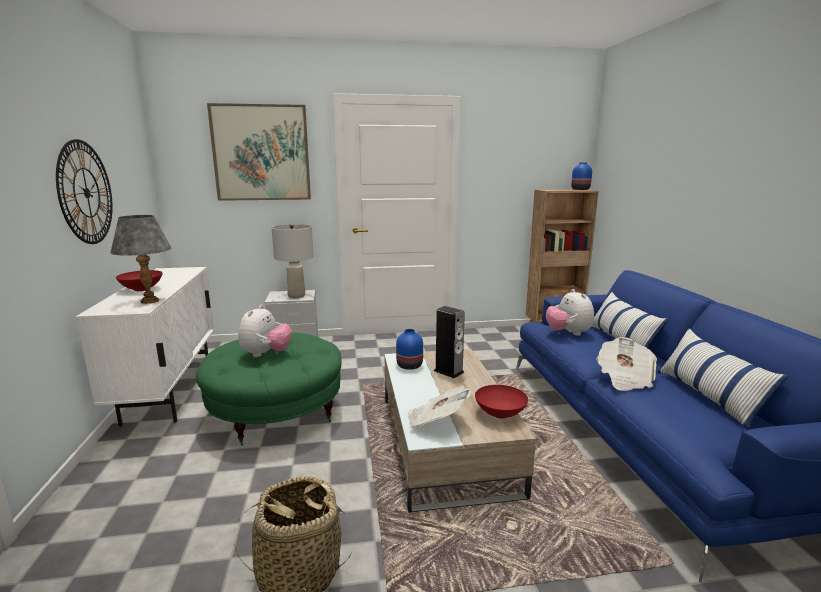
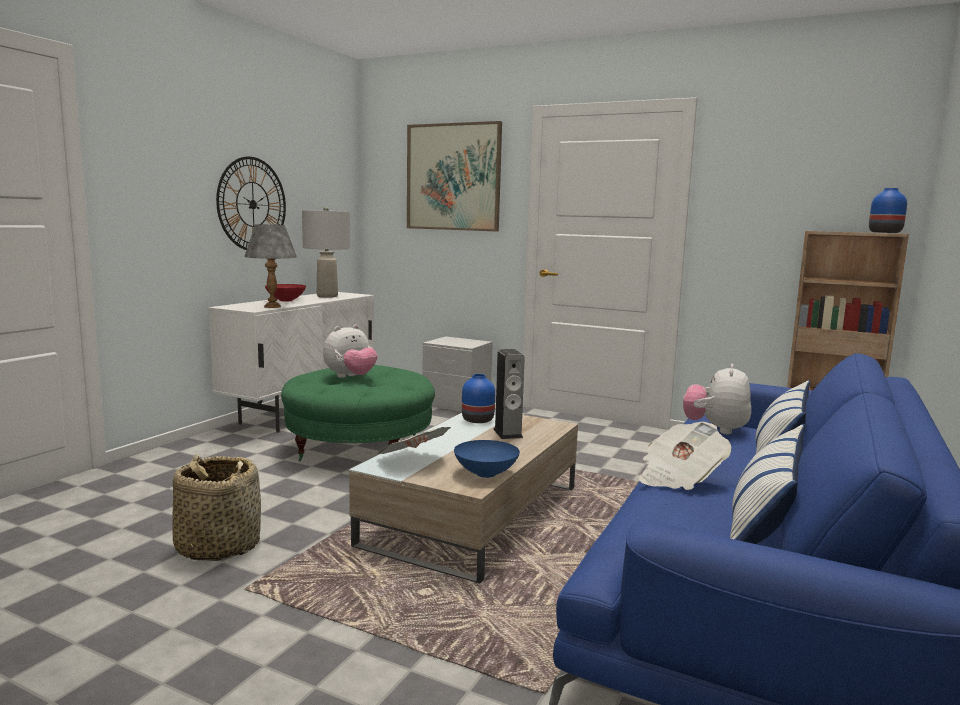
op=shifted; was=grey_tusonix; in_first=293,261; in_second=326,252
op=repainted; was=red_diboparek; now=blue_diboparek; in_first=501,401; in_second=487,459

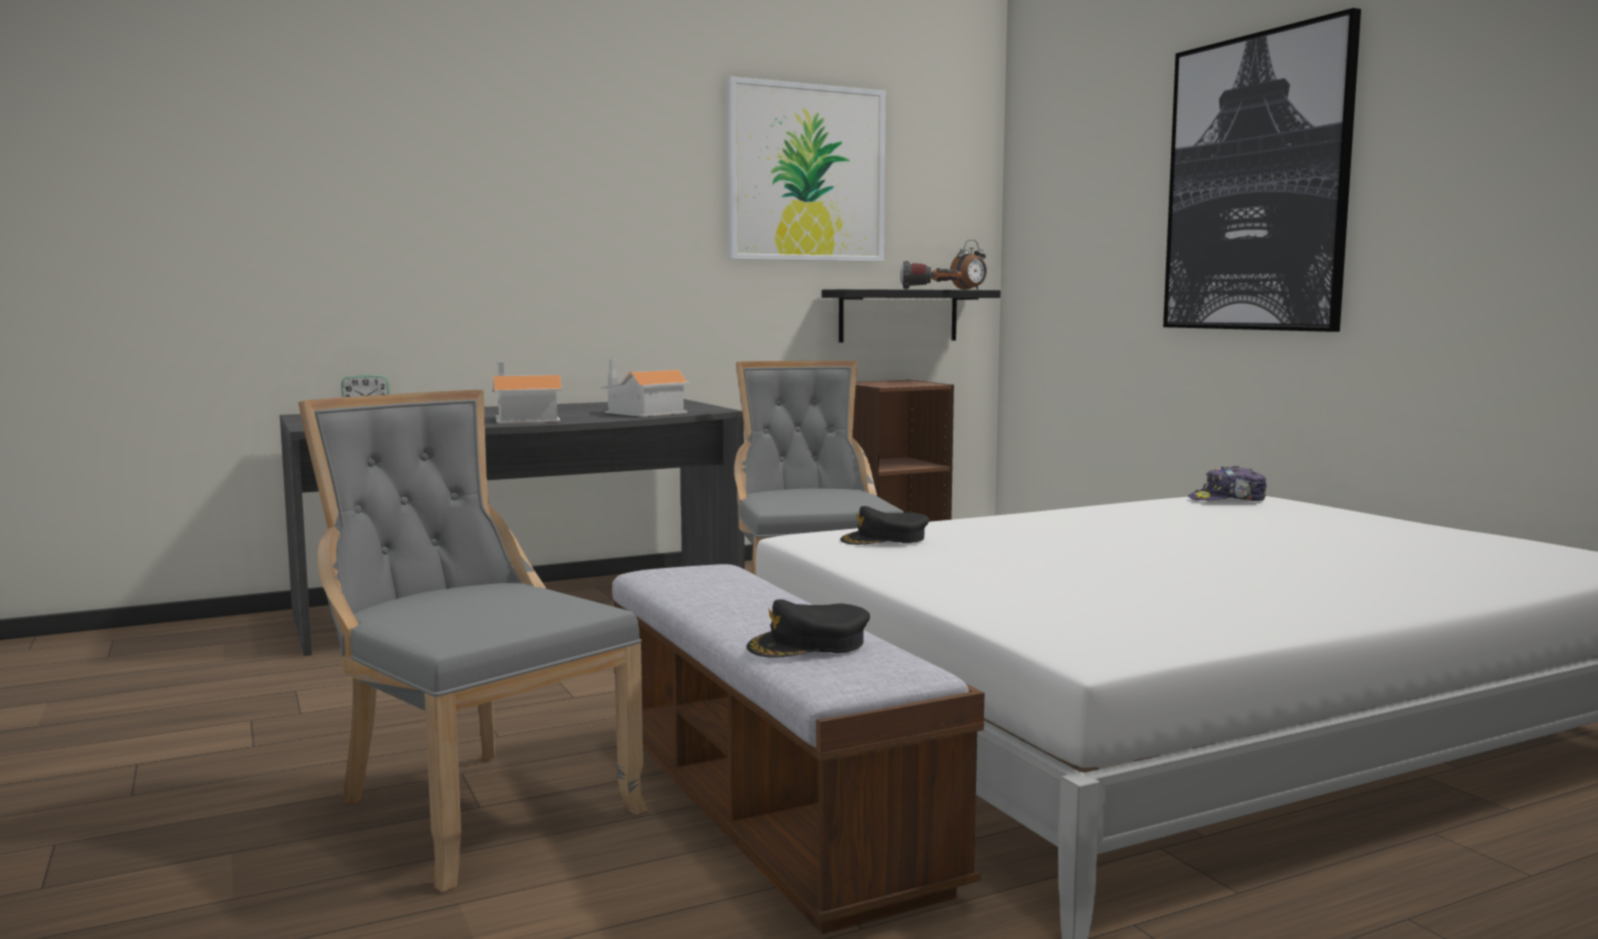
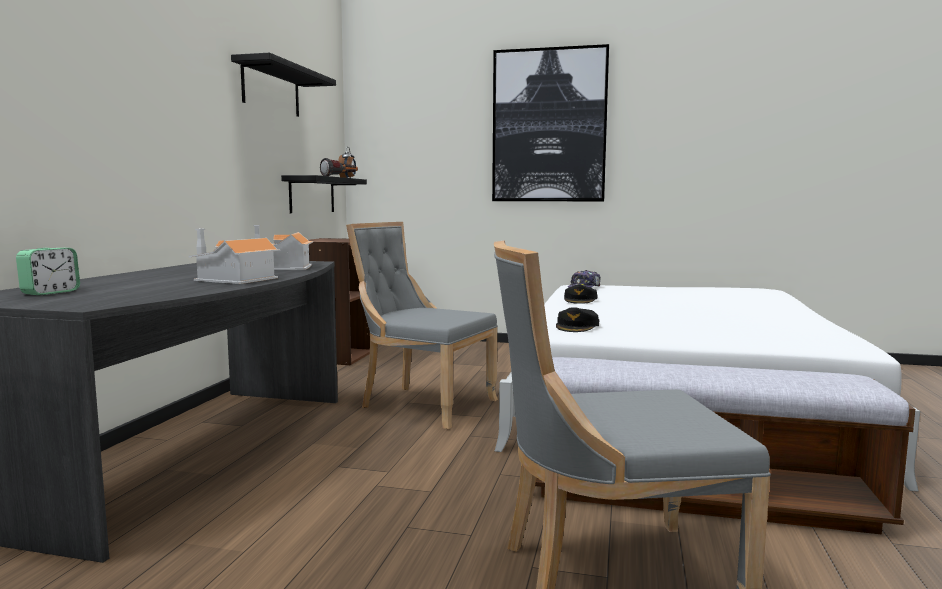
op=shifted; was=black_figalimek; in_first=808,628; in_second=580,294
op=swapped; was=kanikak; now=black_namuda; in_first=806,169; in_second=283,85

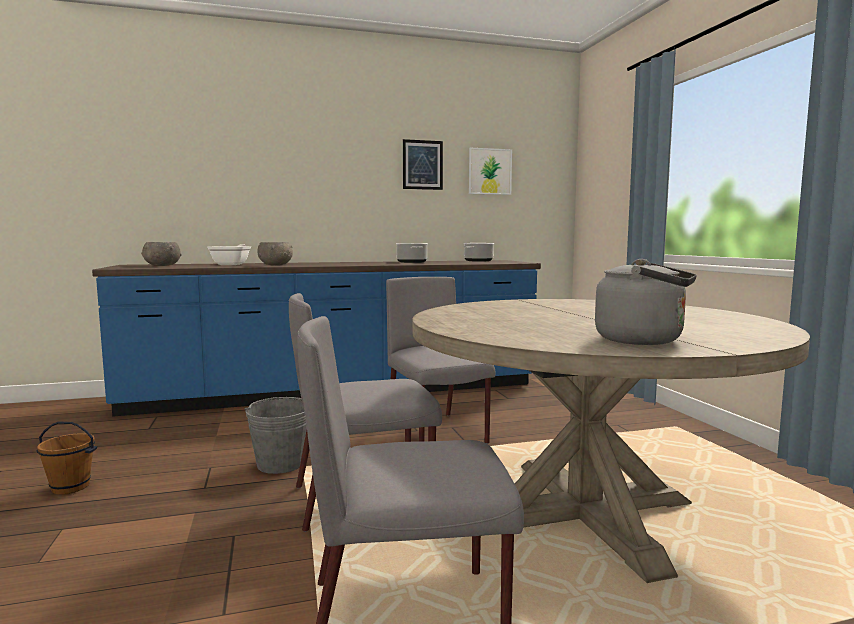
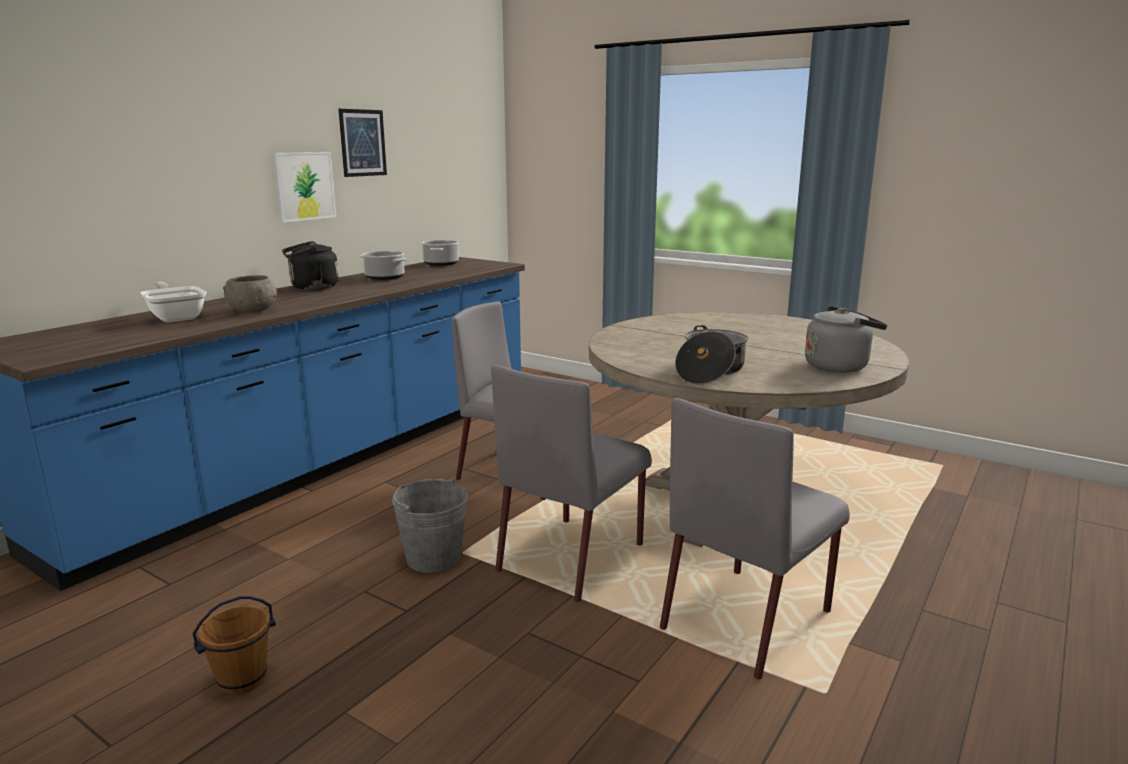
op=gone; was=grey_diboparek; in_first=161,254
op=new; now=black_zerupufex; in_second=310,265
op=new; now=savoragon; in_second=711,355
op=shifted; was=kanikak; in_first=490,171; in_second=304,187

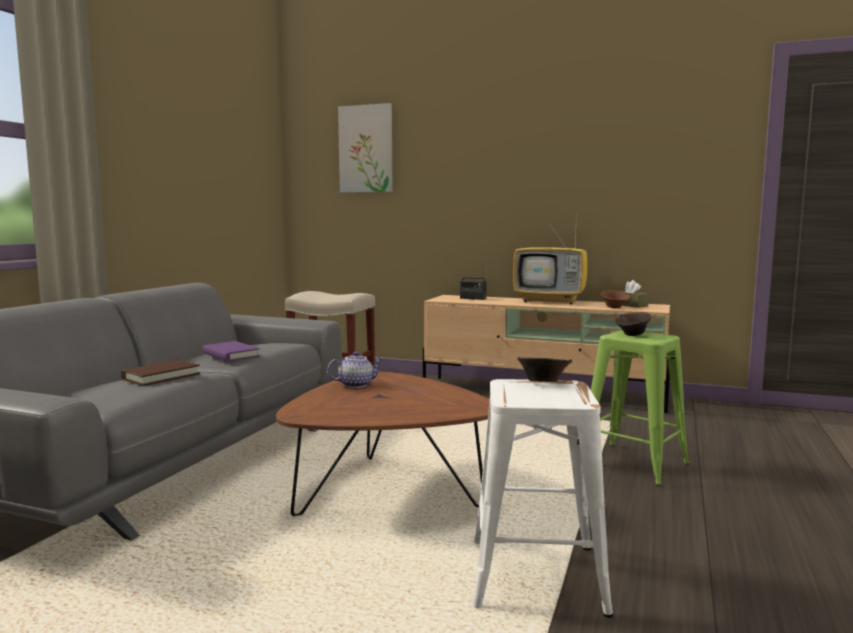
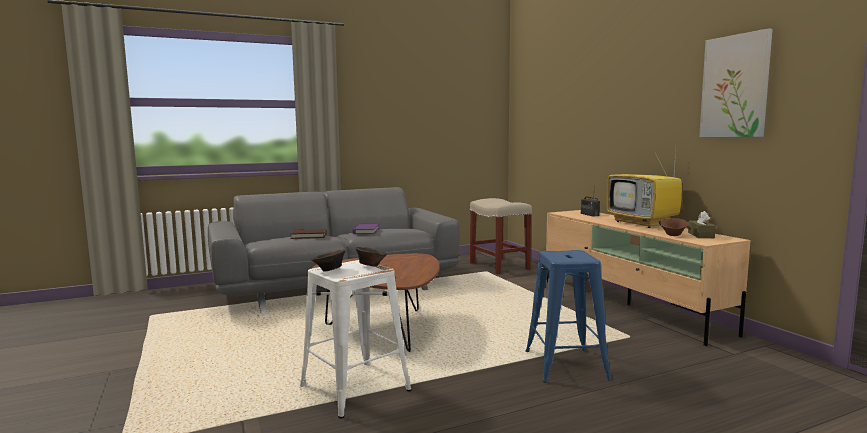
op=gone; was=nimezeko; in_first=355,369
op=shifted; was=kanikak; in_first=365,148; in_second=736,82
op=shifted; was=brown_diboparek; in_first=632,324; in_second=328,261
op=repainted; was=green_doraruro; now=blue_doraruro; in_first=640,408; in_second=568,316

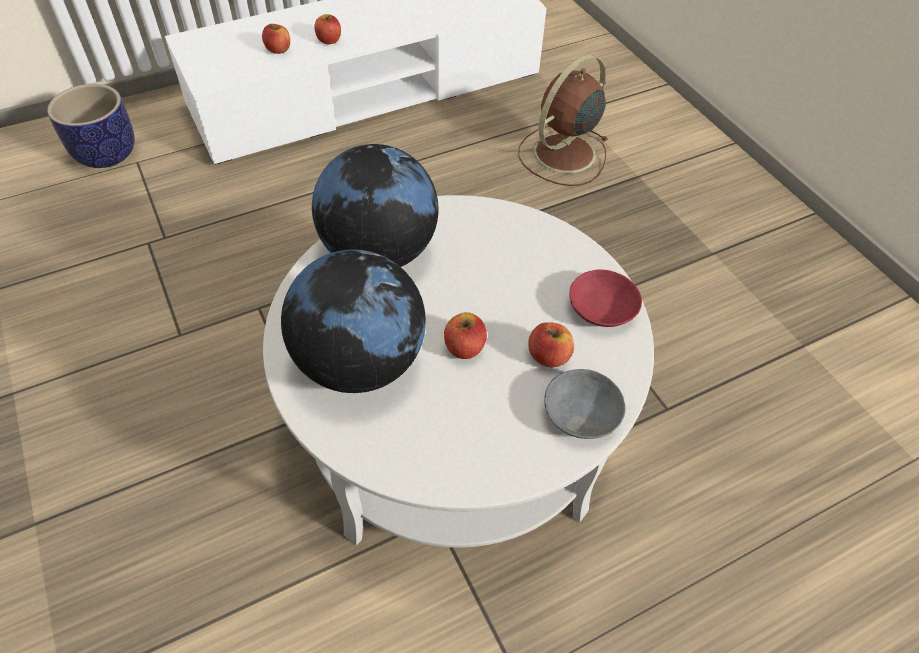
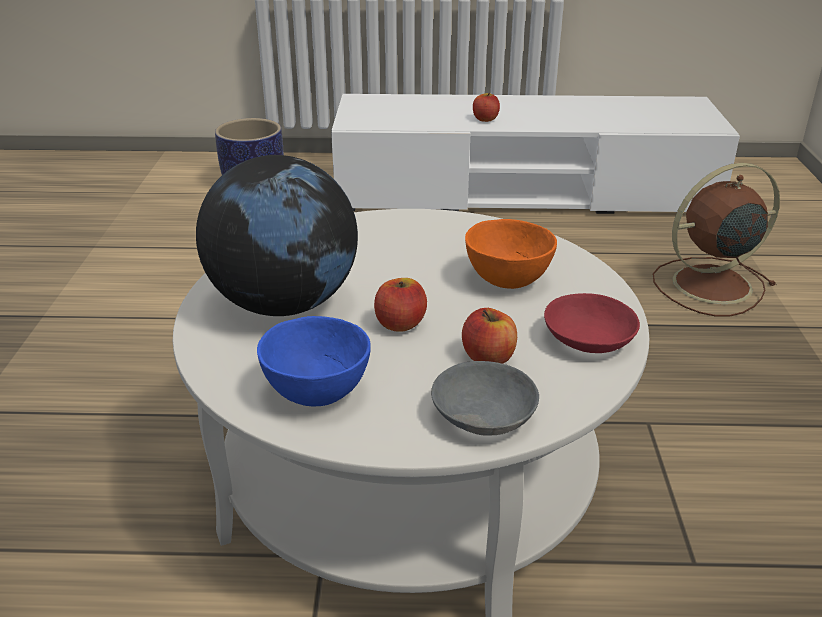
op=gone; was=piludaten; in_first=276,39
op=gone; was=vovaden; in_first=375,205
op=new; now=blue_diboparek; in_second=314,361
op=new; now=orange_diboparek; in_second=511,254

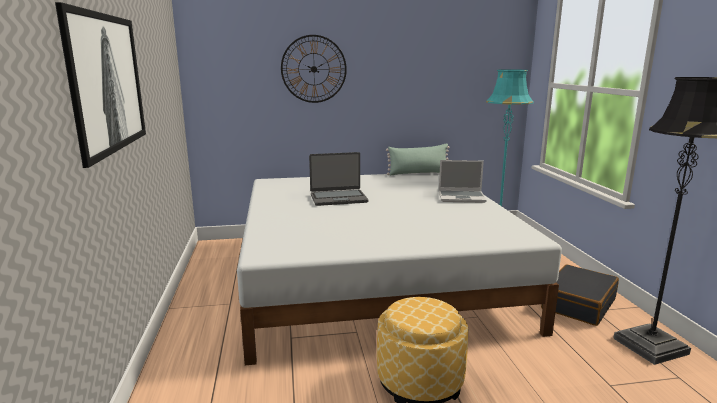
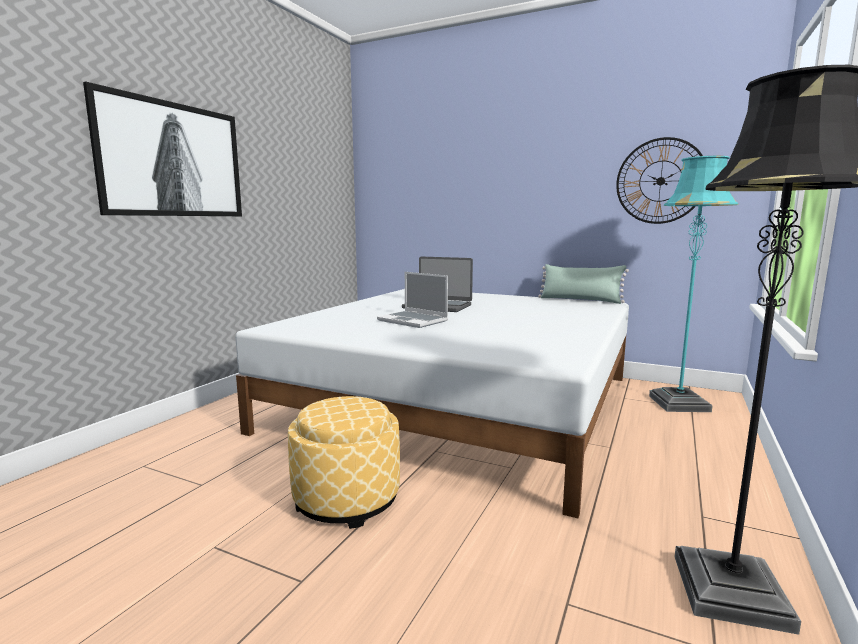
op=gone; was=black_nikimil; in_first=580,295
op=shifted; was=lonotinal; in_first=314,69; in_second=659,180
op=shifted; was=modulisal; in_first=463,181; in_second=412,300

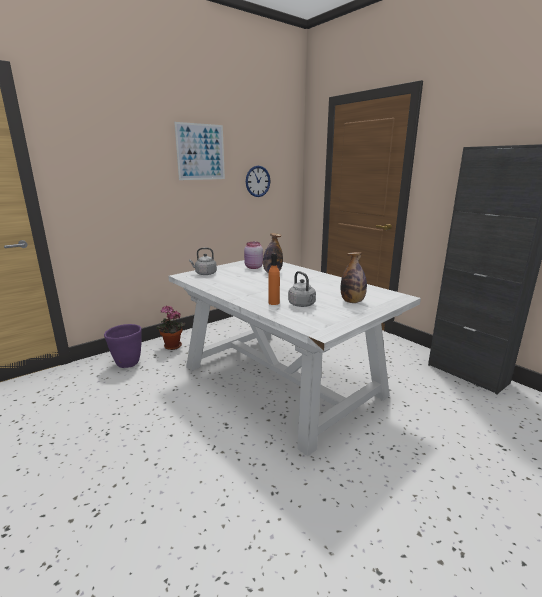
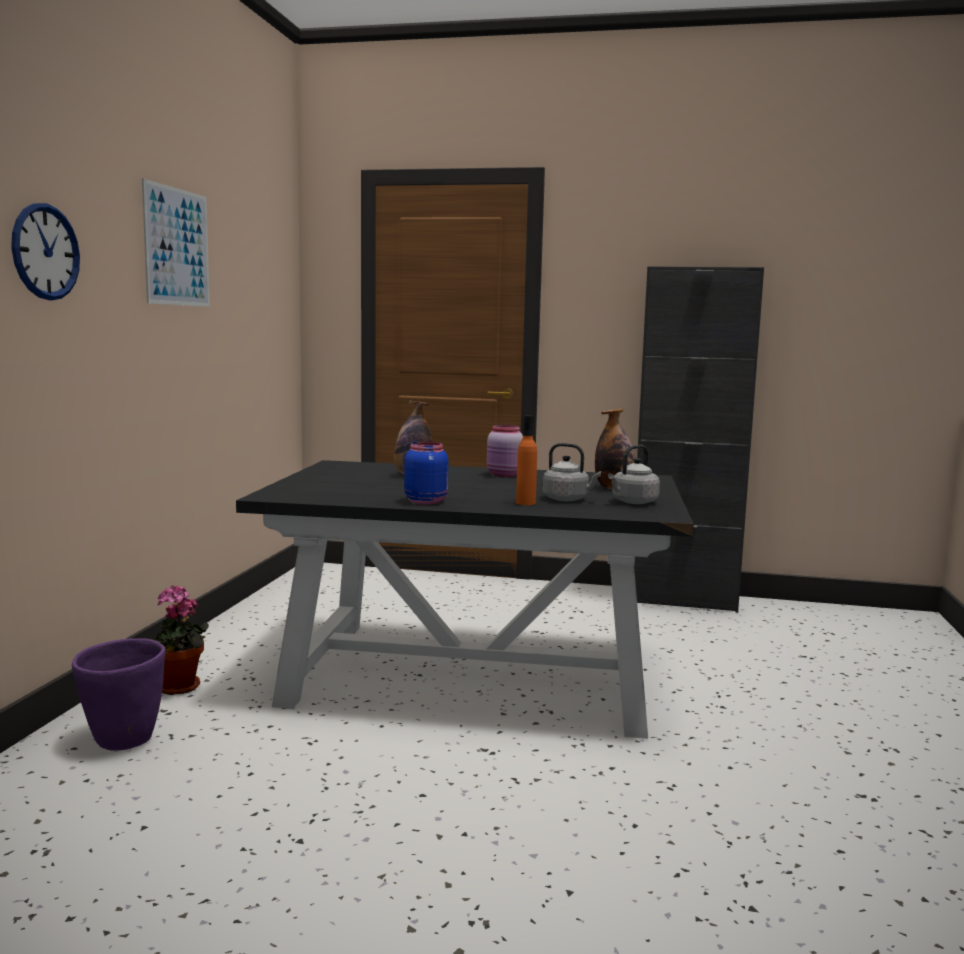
op=new; now=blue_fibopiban; in_second=426,473
op=shifted; was=grey_zerupufex; in_first=203,261; in_second=634,474
op=shifted; was=pink_fibopiban; in_first=253,255; in_second=505,451
op=shifted; was=lonotinal; in_first=258,181; in_second=45,251
op=repainted; was=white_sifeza; now=black_sifeza; in_first=294,358; in_second=465,599

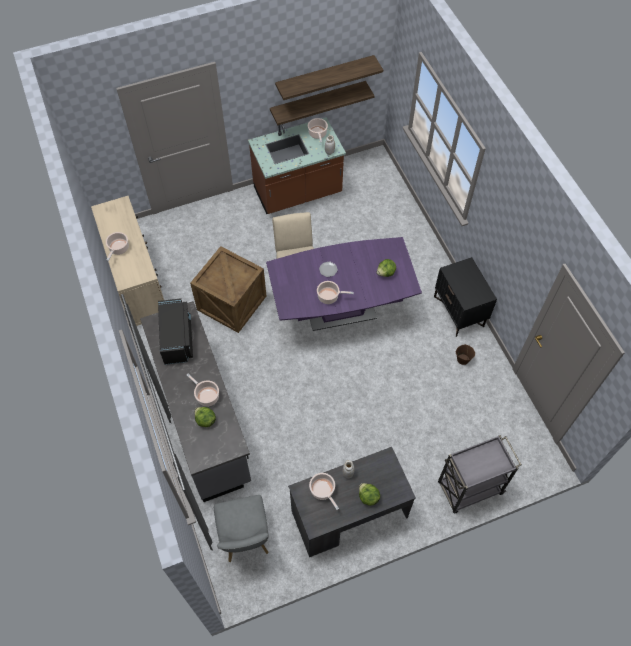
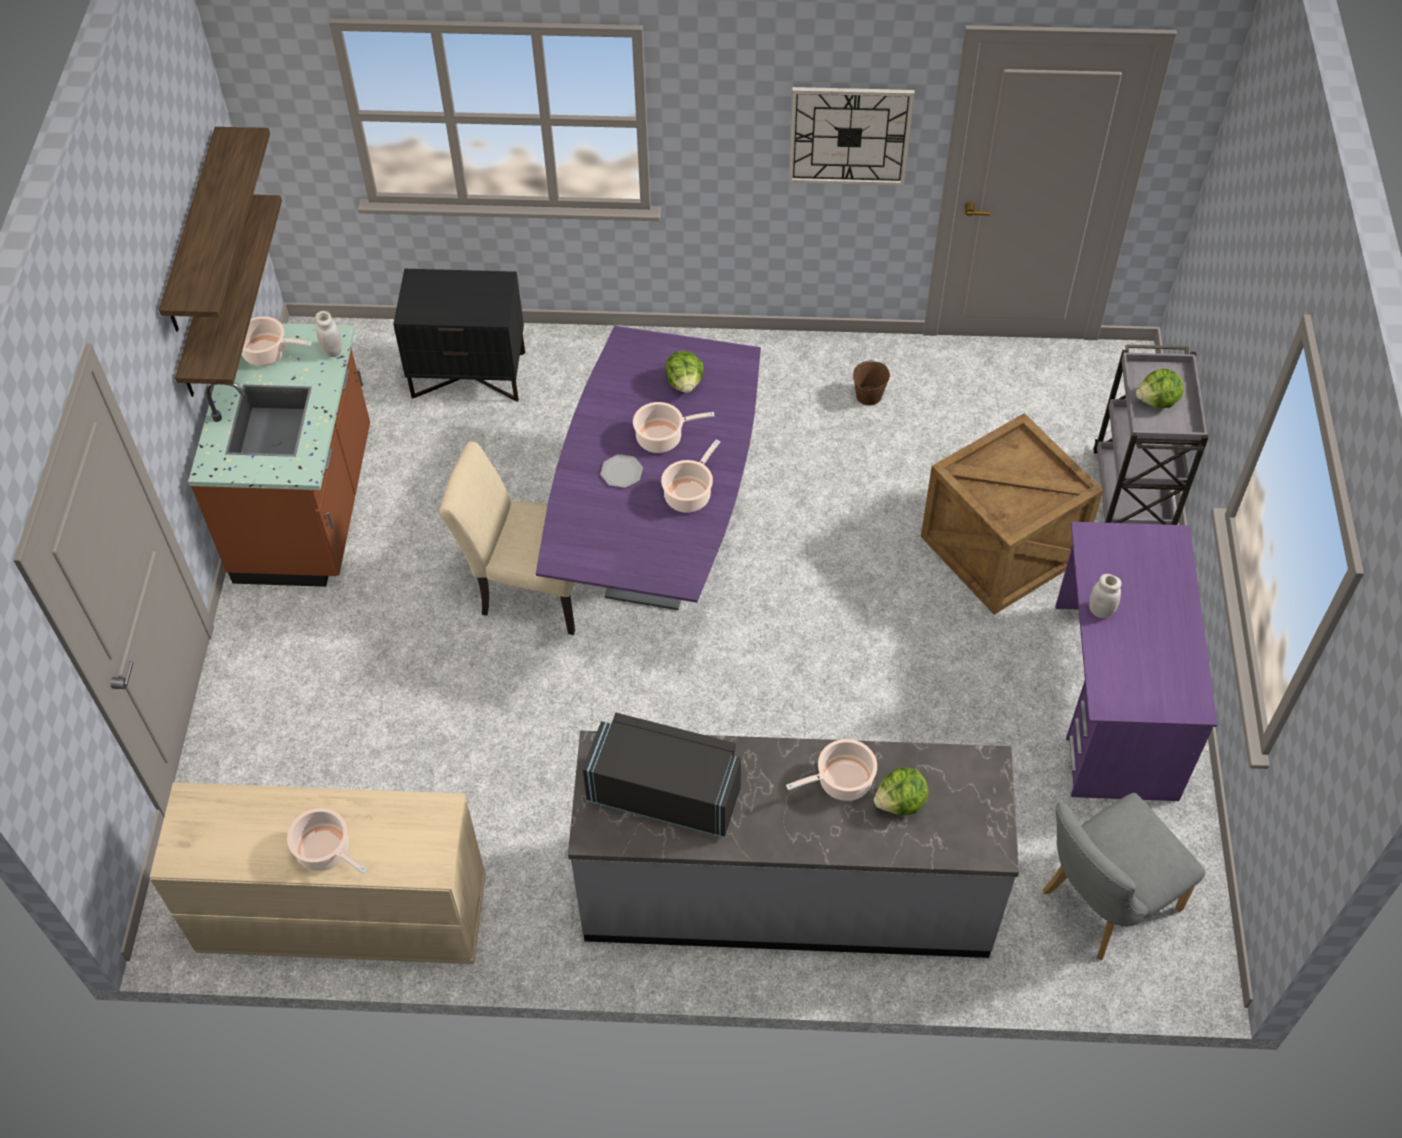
op=new; now=lonotinal; in_second=851,136
op=shifted; was=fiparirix; in_first=228,289; in_second=1012,514
op=shifted; was=savoragon; in_first=324,491; in_second=674,427
op=shifted; was=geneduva; in_first=369,494; in_second=1160,388
op=shifted; was=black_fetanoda; in_first=465,297; in_second=459,335
op=repainted; was=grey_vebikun; now=purple_vebikun; in_first=352,502; in_second=1136,661
op=rotated; was=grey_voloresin; in_first=241,528; in_second=1124,876; clockwise=135

